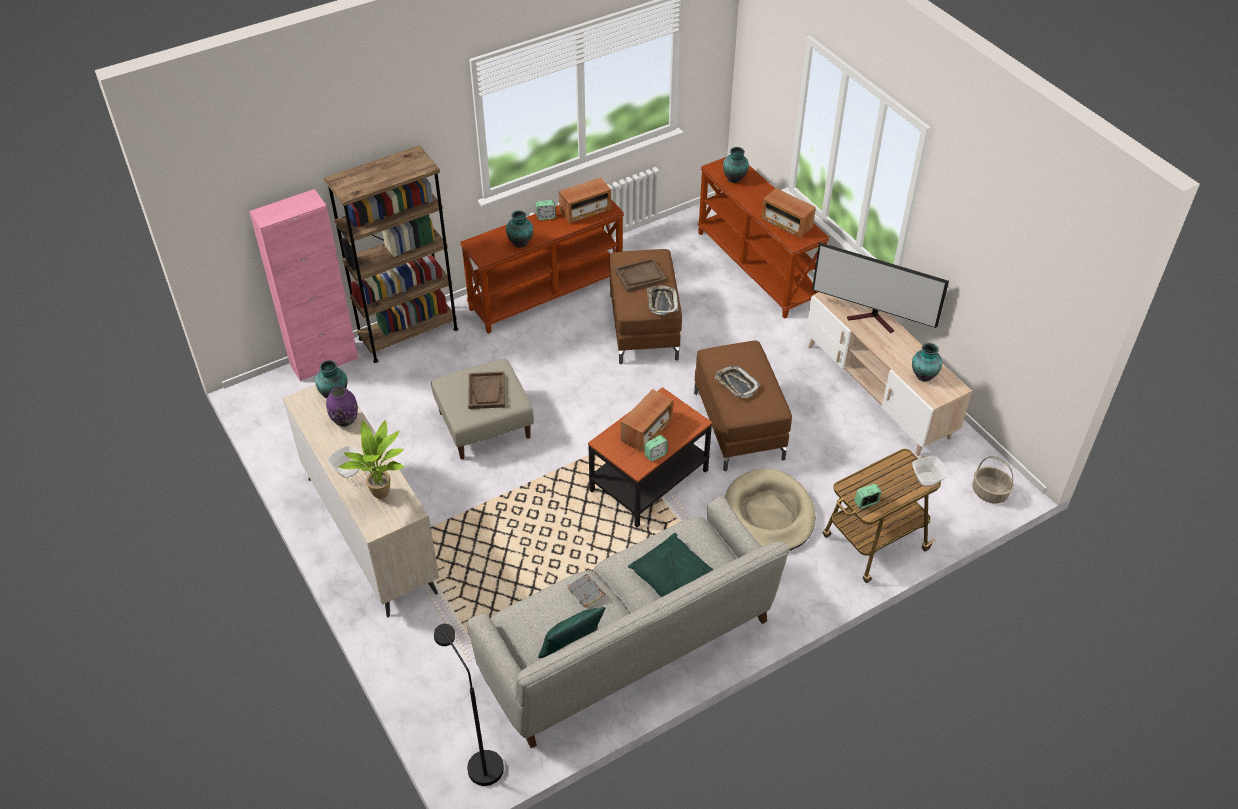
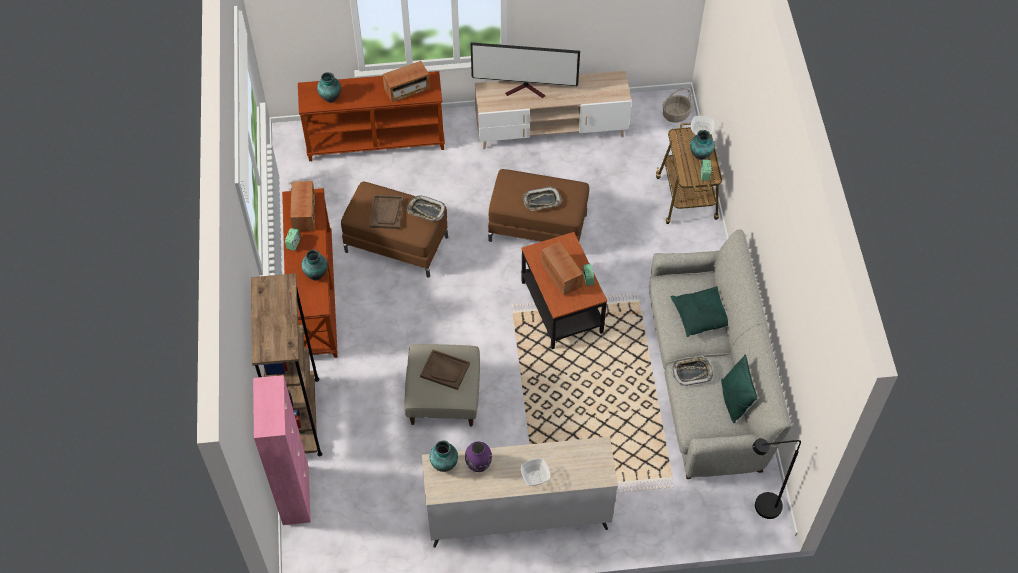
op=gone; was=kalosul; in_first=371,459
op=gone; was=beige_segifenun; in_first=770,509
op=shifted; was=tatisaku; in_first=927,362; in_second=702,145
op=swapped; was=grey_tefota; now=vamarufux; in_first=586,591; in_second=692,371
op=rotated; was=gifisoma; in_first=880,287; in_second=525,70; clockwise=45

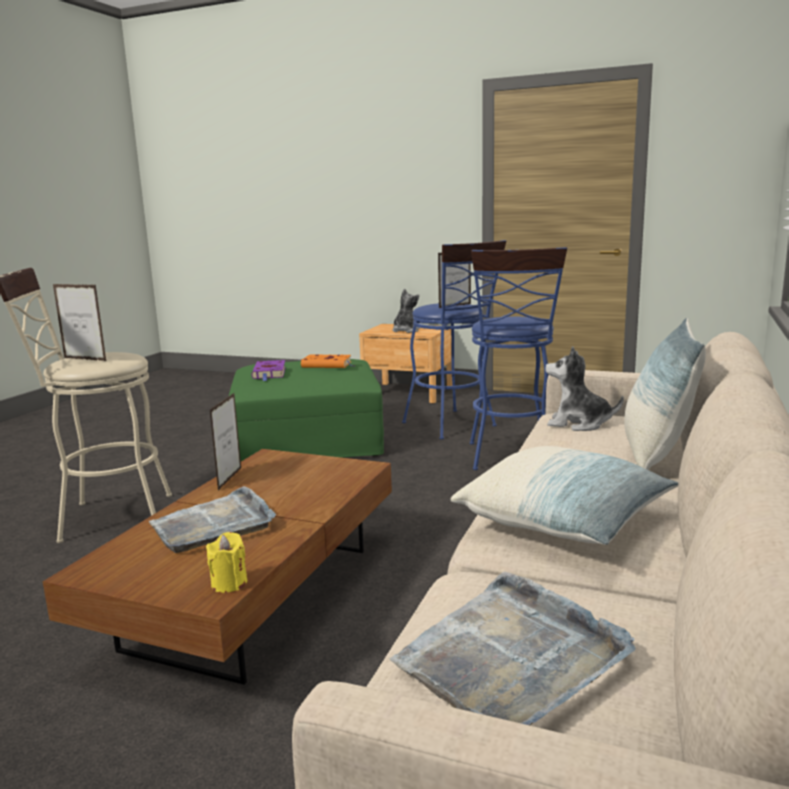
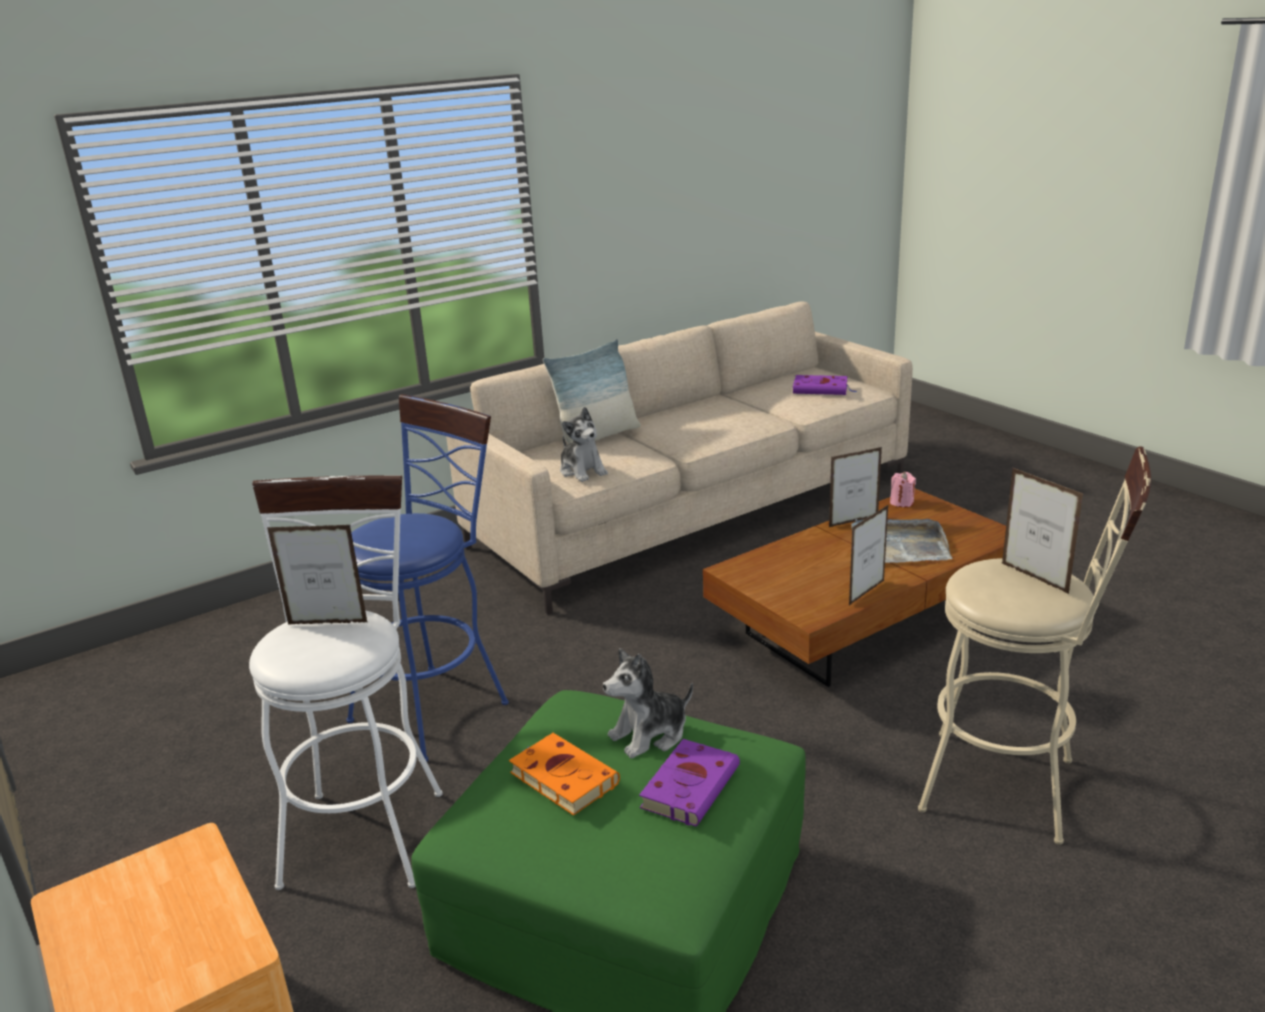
op=gone; was=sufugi; in_first=564,495
op=new; now=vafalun; in_second=855,487
op=shifted; was=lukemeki; in_first=406,310; in_second=648,703
op=swapped; was=grey_vamarufux; now=purple_tefota; in_first=513,648; in_second=824,385
op=repainted; was=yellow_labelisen; now=pink_labelisen; in_first=227,562; in_second=903,489
op=repainted; was=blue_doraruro; now=white_doraruro; in_first=454,339; in_second=346,682

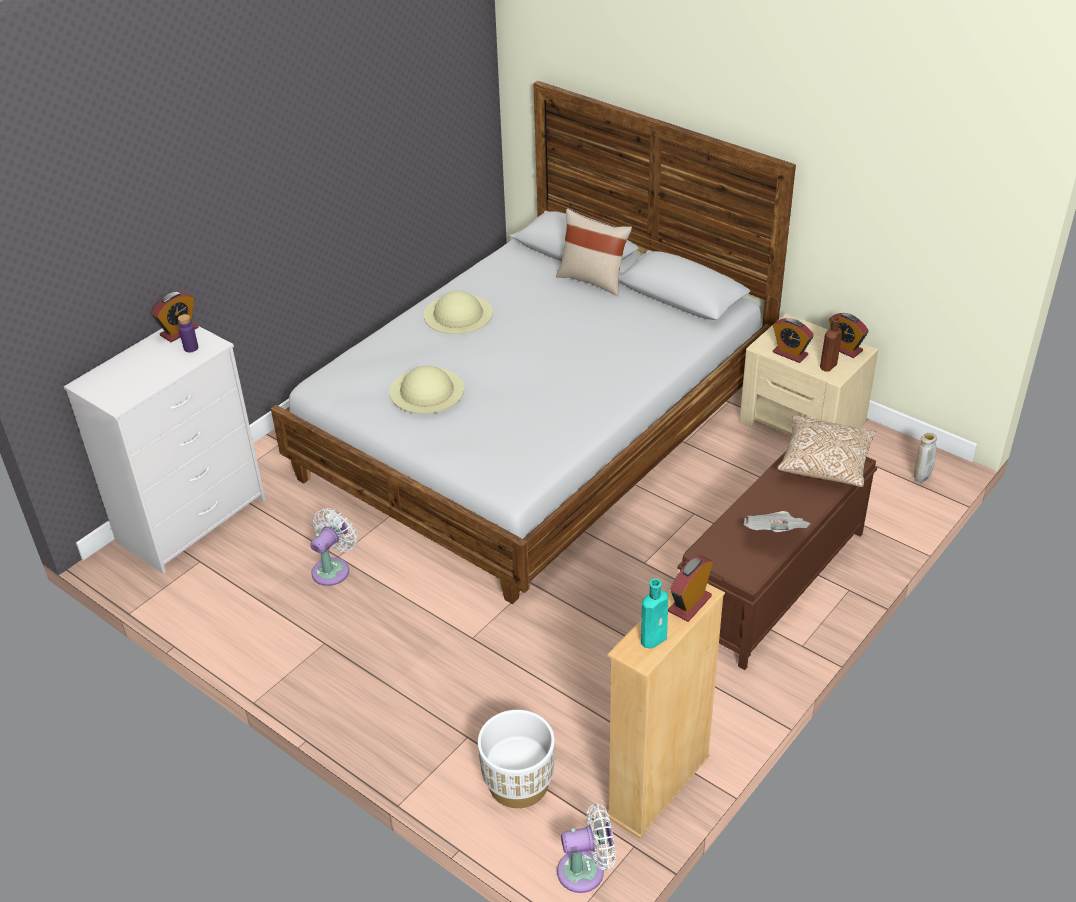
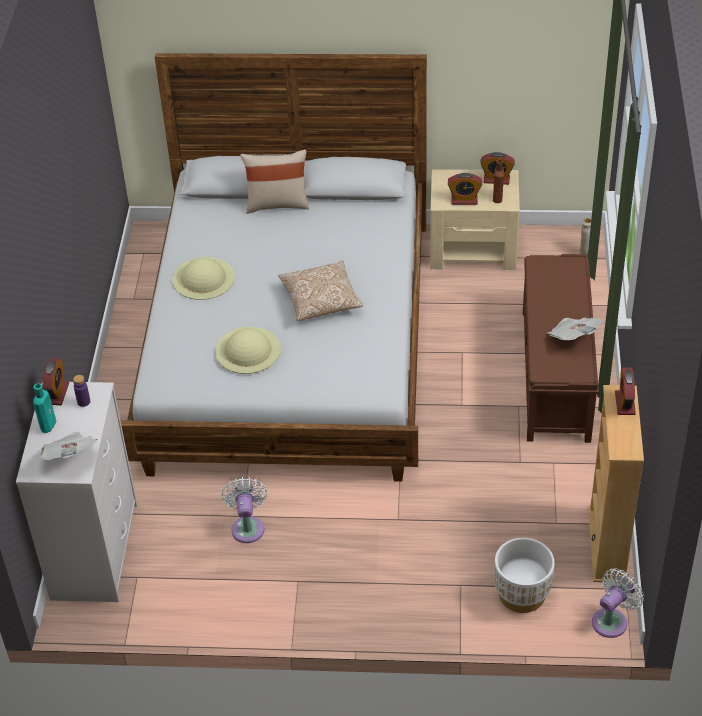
op=new; now=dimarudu; in_second=67,446
op=shifted; was=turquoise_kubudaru; in_first=654,614; in_second=45,408
op=shifted; was=sufugi; in_first=826,451; in_second=321,291

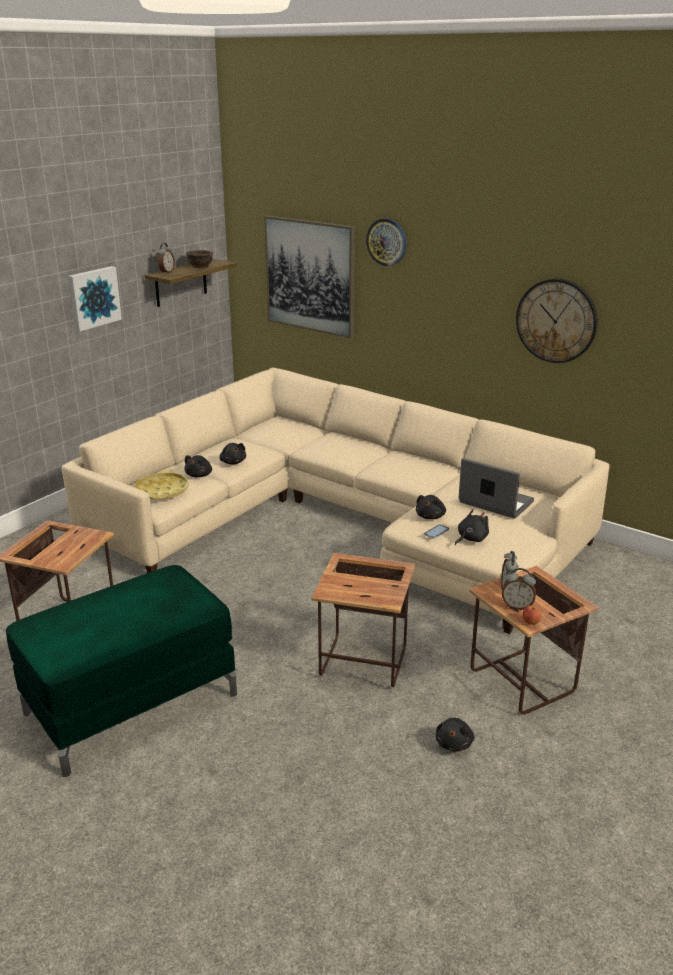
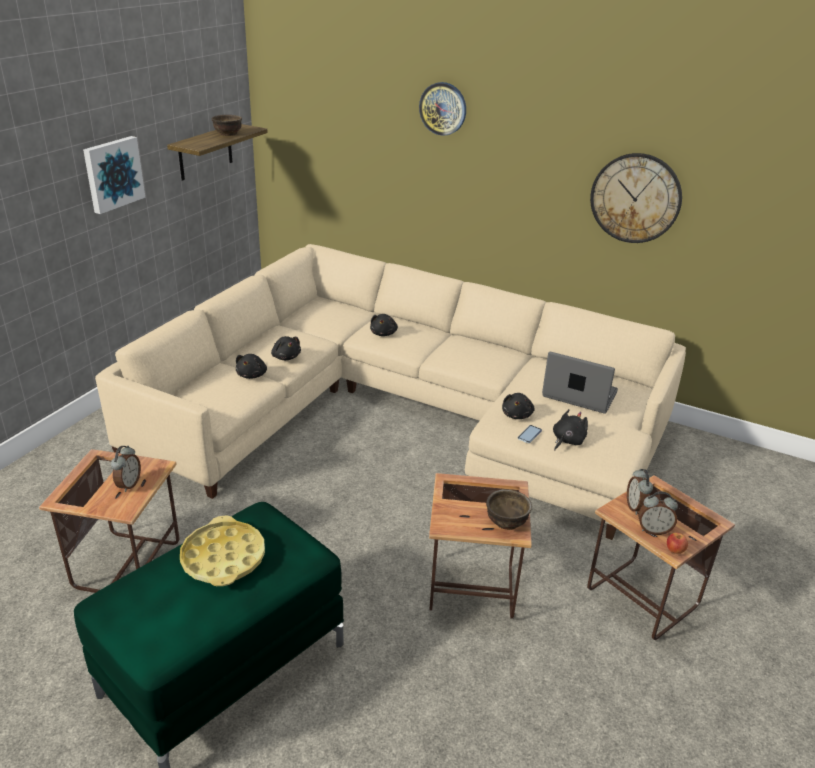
op=gone; was=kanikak; in_first=309,277
op=new; now=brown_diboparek; in_second=509,509
op=shifted; was=yellow_vamarufux; in_first=161,484; in_second=222,551
op=shifted; was=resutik; in_first=166,258; in_second=126,469
op=shifted; was=black_lukemeki; in_first=455,735; in_second=384,325

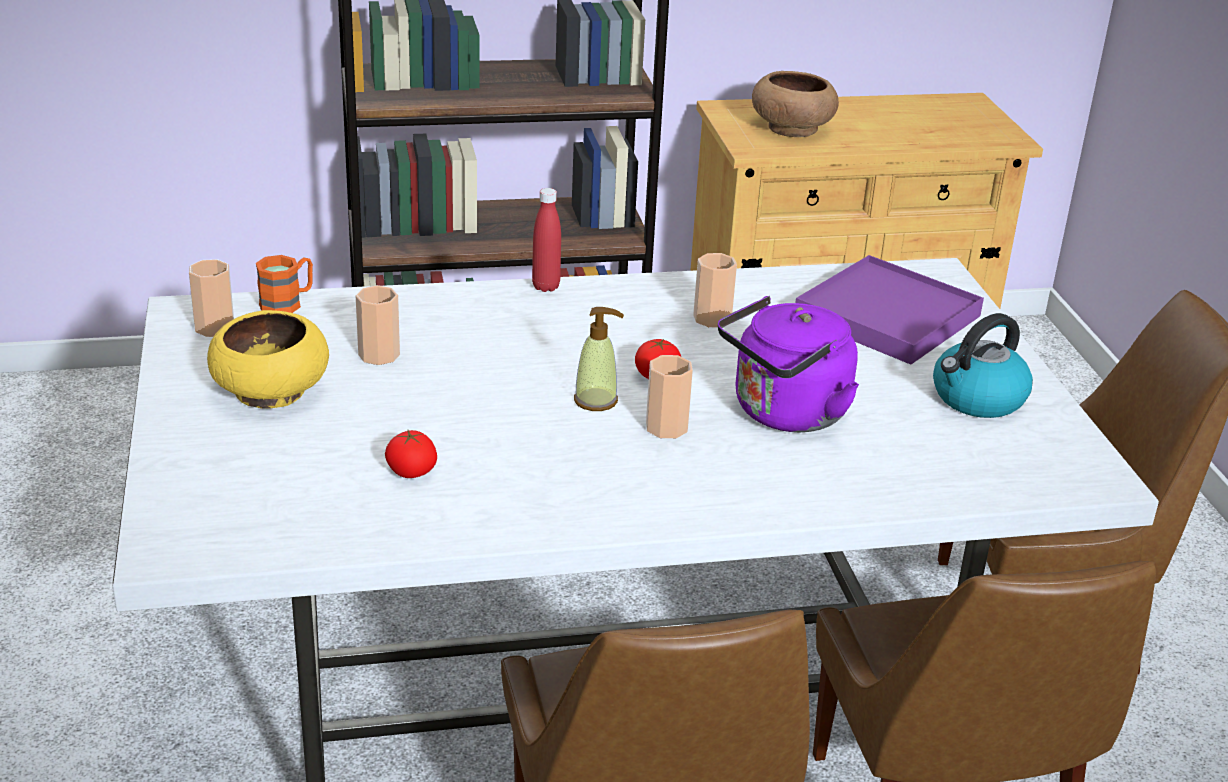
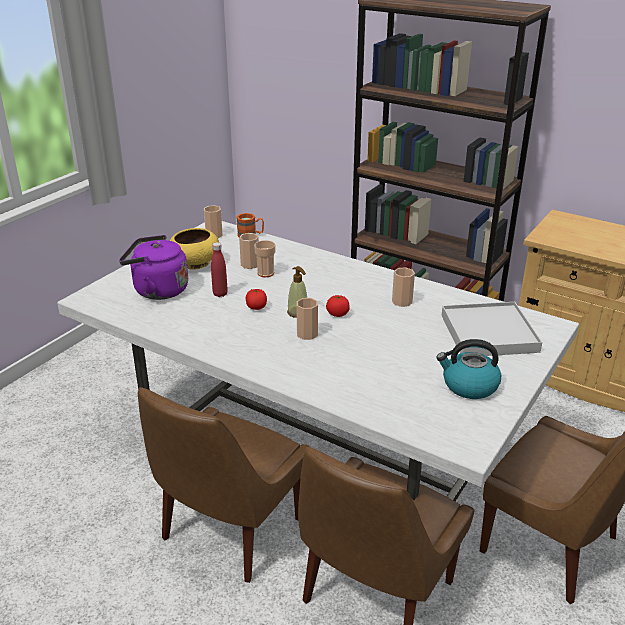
op=gone; was=brown_diboparek; in_first=795,104
op=new; now=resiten; in_second=264,258
op=shifted; was=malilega; in_first=411,454; in_second=256,299
op=shifted; was=red_kubudaru; in_first=546,240; in_second=219,269
op=shifted; was=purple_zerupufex; in_first=788,364; in_second=153,267
op=repainted; was=purple_vamarufux; now=white_vamarufux; in_first=889,310; in_second=492,329

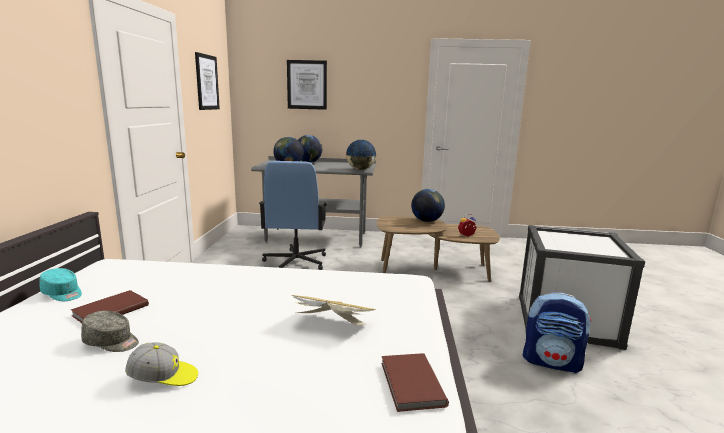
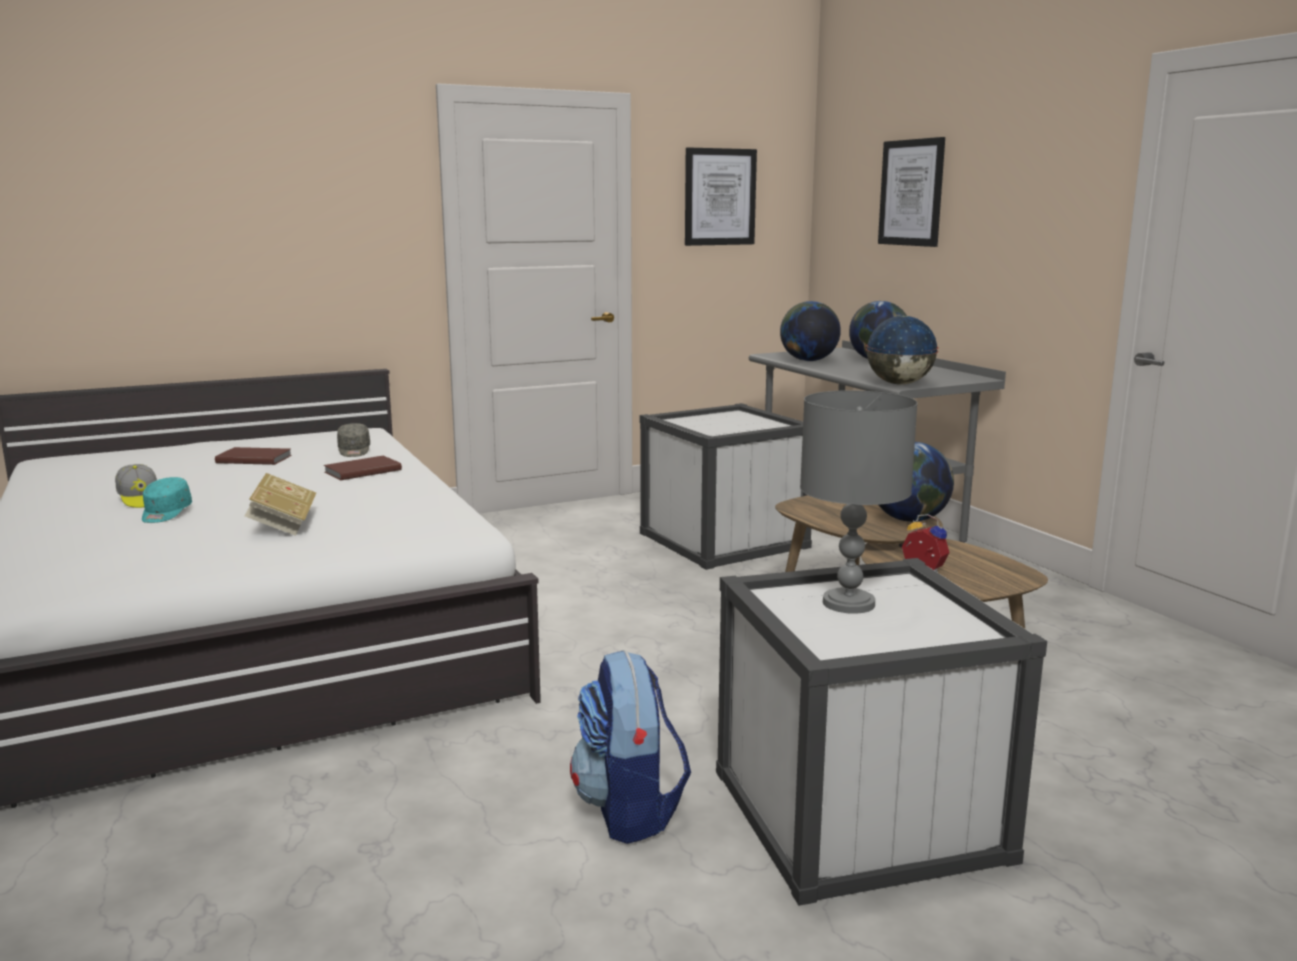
op=new; now=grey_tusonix; in_second=859,502
op=shifted; was=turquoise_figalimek; in_first=60,284; in_second=167,500
op=shifted; was=grey_figalimek; in_first=110,331; in_second=353,440
op=shifted; was=brown_tefota; in_first=415,382; in_second=363,468
op=swapped; was=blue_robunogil; now=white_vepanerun; in_first=293,215; in_second=725,486

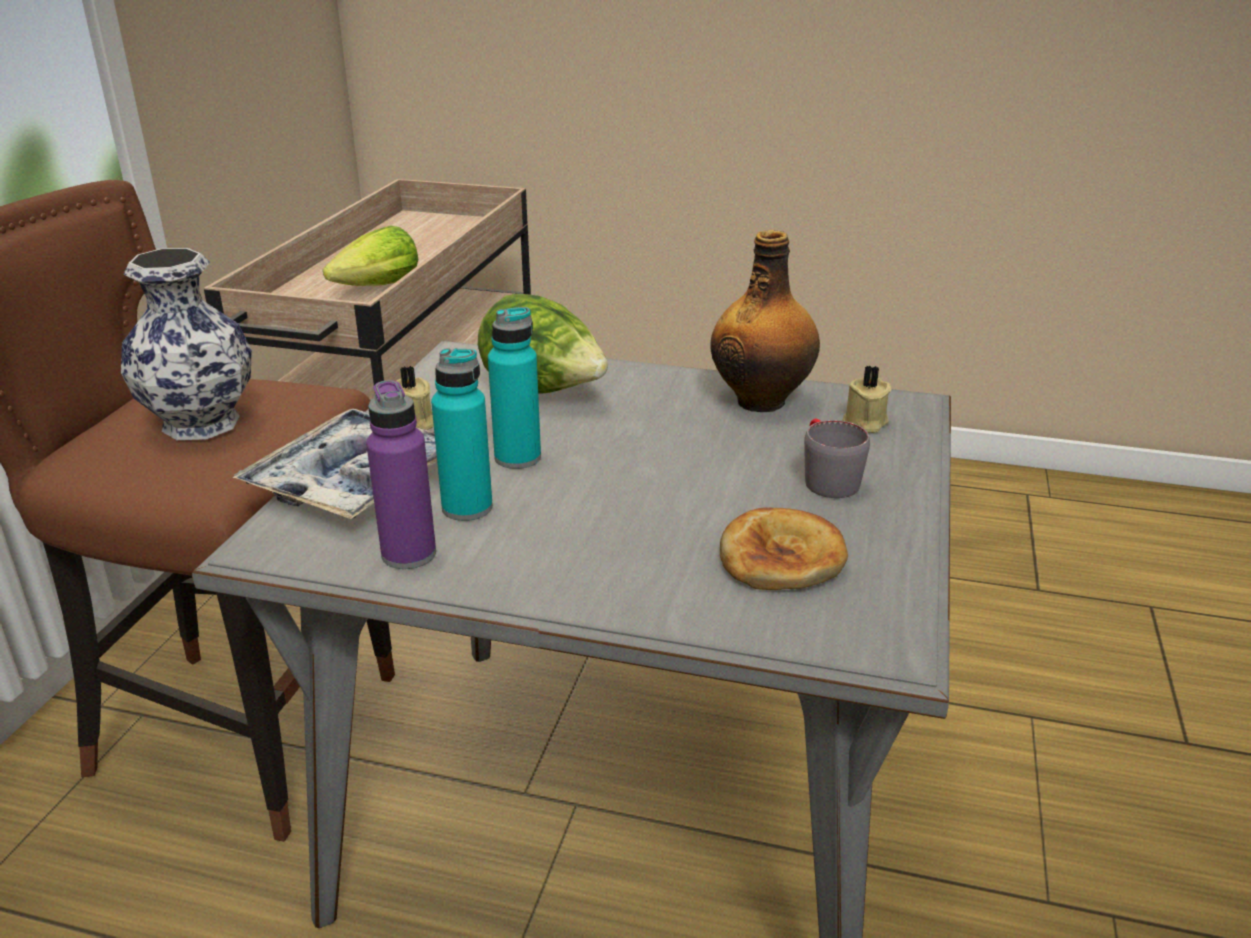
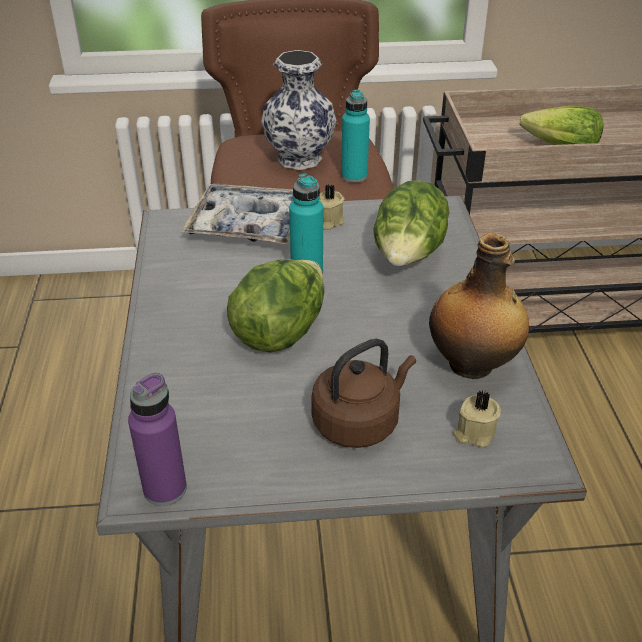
op=gone; was=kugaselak; in_first=784,548
op=new; now=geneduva; in_second=275,305
op=shifted; was=purple_kubudaru; in_first=401,474; in_second=157,439
op=shifted; was=turquoise_kubudaru; in_first=462,434; in_second=355,136
op=swapped; was=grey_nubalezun; now=brown_zerupufex; in_first=837,458; in_second=363,393

